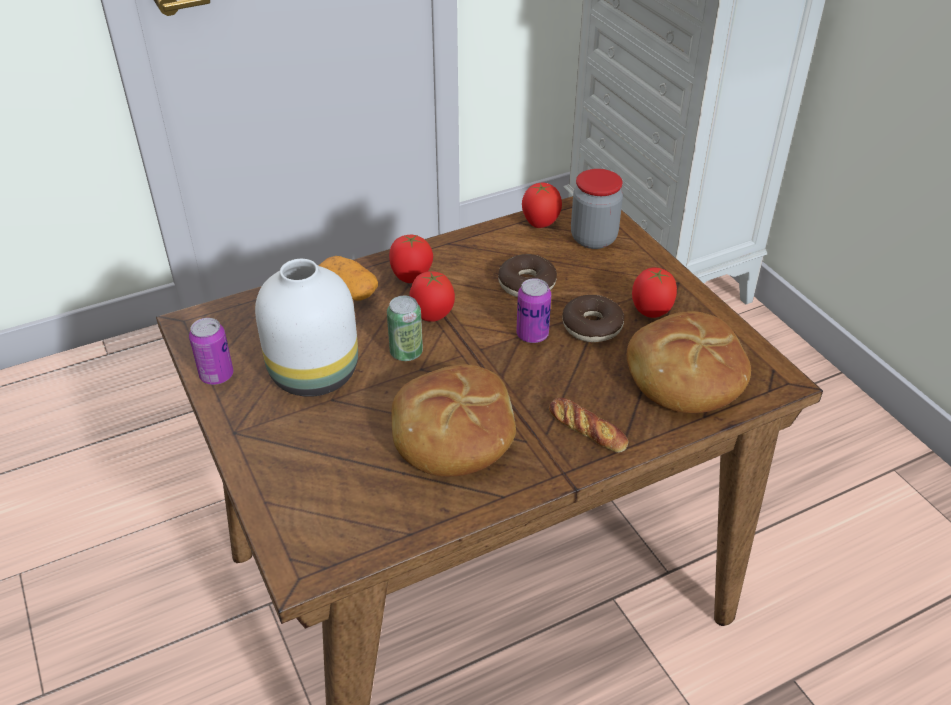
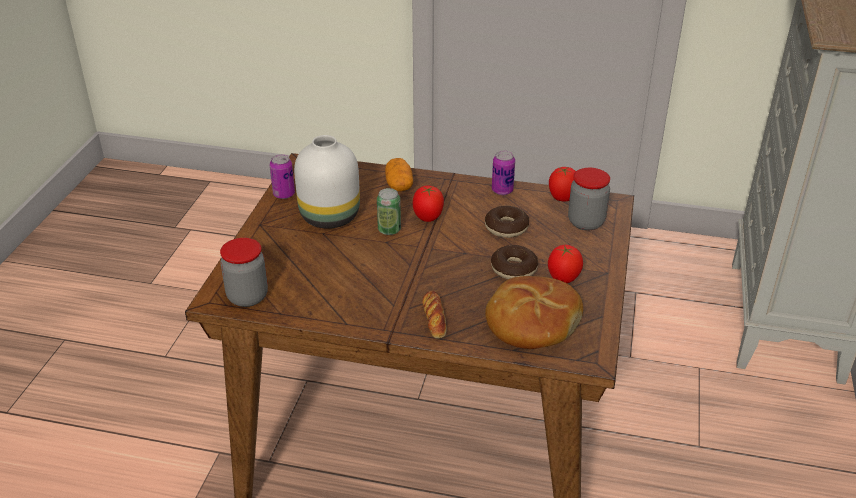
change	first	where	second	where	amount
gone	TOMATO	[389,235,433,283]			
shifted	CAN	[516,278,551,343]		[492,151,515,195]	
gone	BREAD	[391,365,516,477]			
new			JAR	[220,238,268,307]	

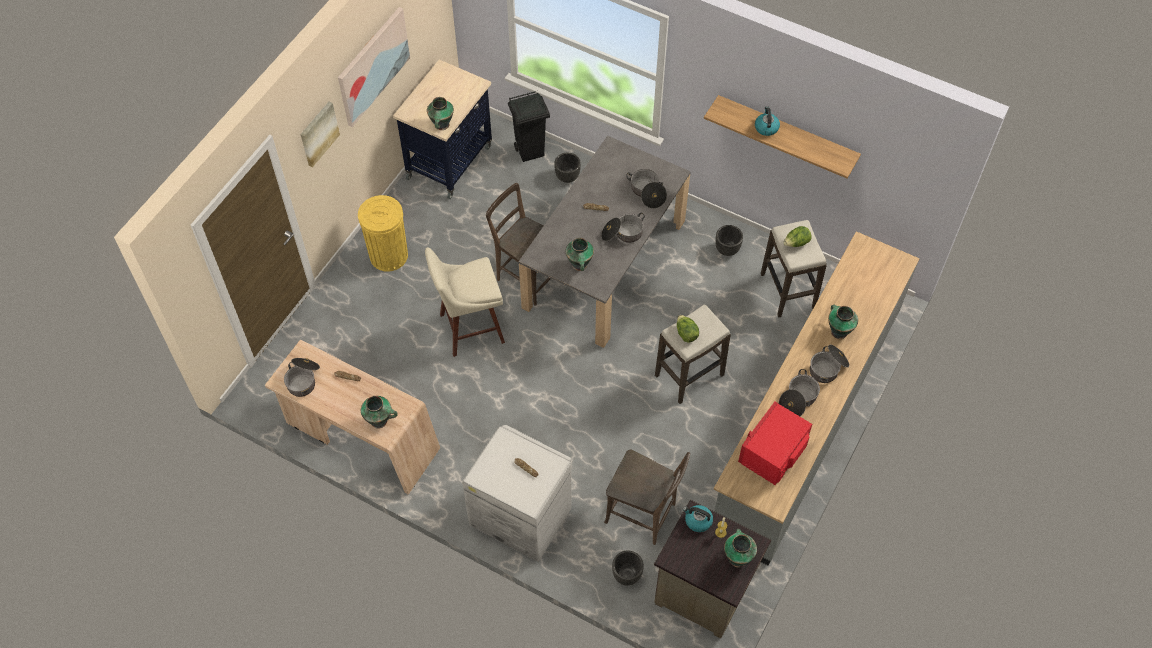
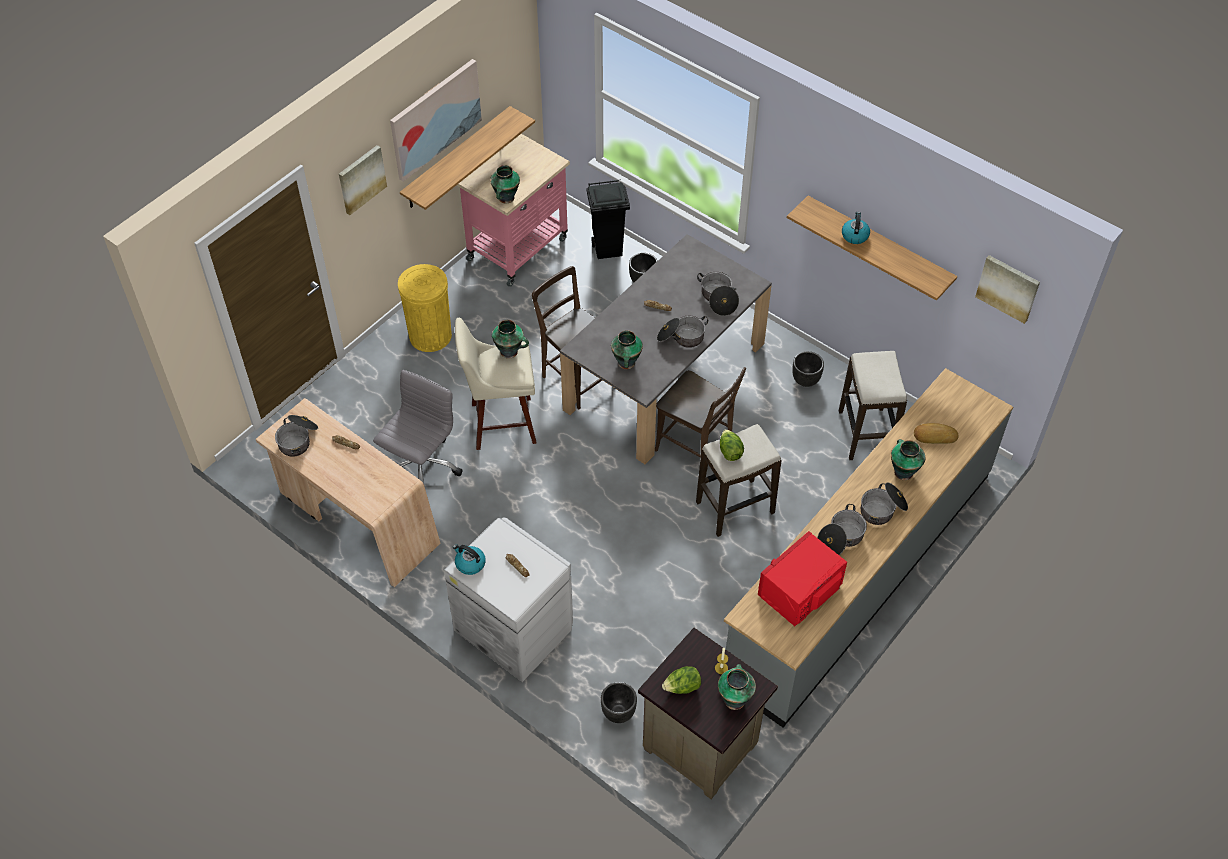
change	first	where	second	where	amount
repainted	BLUE CART	[393,60,492,199]	PINK CART	[457,134,570,287]	
shifted	LETTUCE	[783,226,812,247]		[662,666,701,694]	
shifted	VASE	[361,396,398,429]		[492,320,529,359]	
shifted	BROWN CHAIR	[604,450,690,545]		[655,367,746,457]	
shifted	KETTLE	[683,505,713,532]		[453,544,486,575]	
new			SHELF	[400,106,535,210]	
new			PICTURE	[975,255,1040,324]	
new			GREY OFFICE CHAIR	[373,370,463,484]	
new			BREAD	[914,423,959,444]	

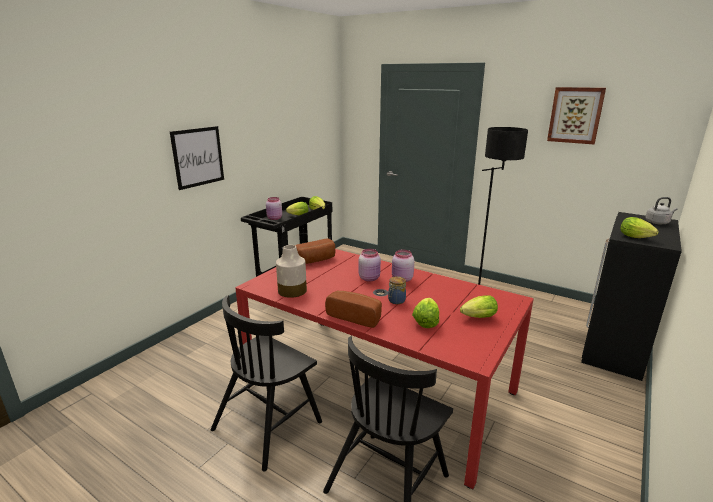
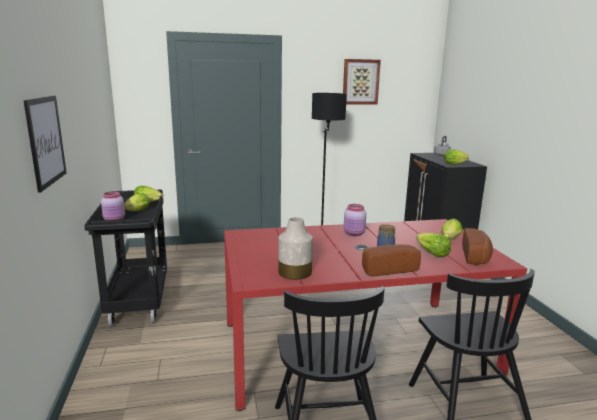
change	first	where	second	where	amount
shifted	BREAD	[295,238,335,264]		[462,228,493,265]	
gone	PINK JAR	[359,249,381,282]			

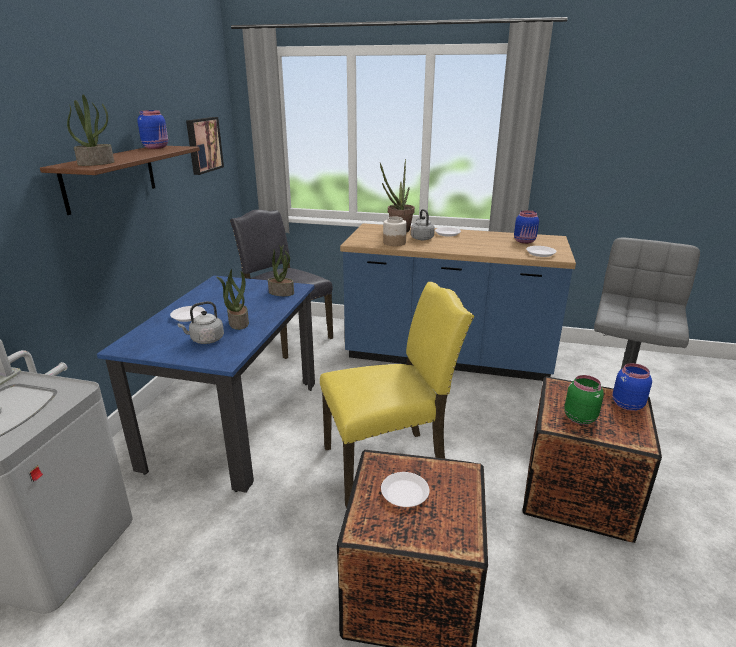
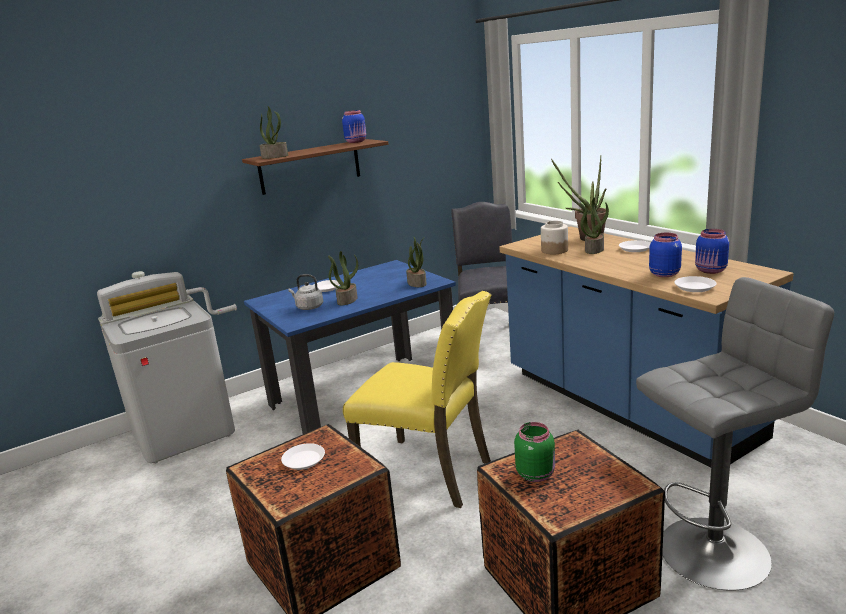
change	first	where	second	where	amount
gone	PICTURE	[186,117,224,175]			
swapped	GREY KETTLE	[411,209,435,240]	POTTED PLANT	[579,198,609,254]	
shifted	BLUE JAR	[612,363,652,411]		[649,233,682,277]	

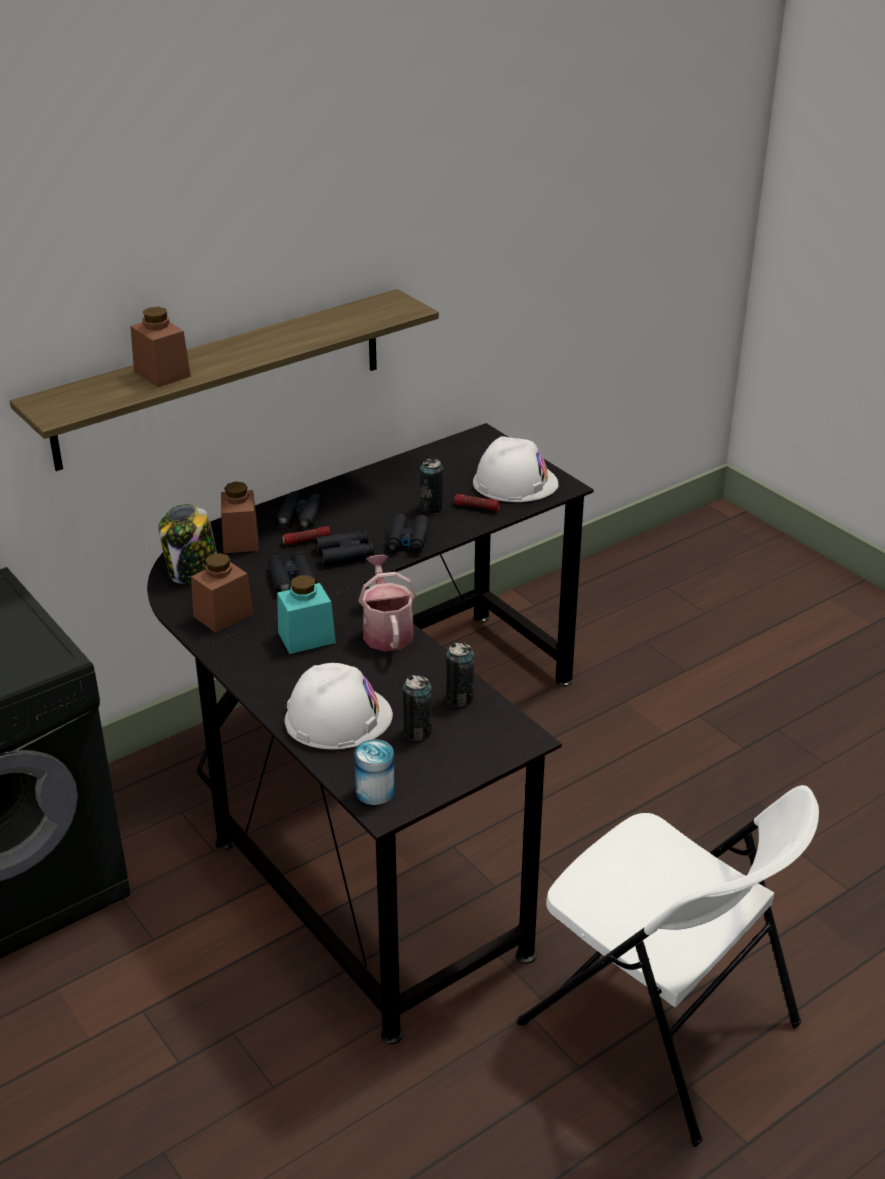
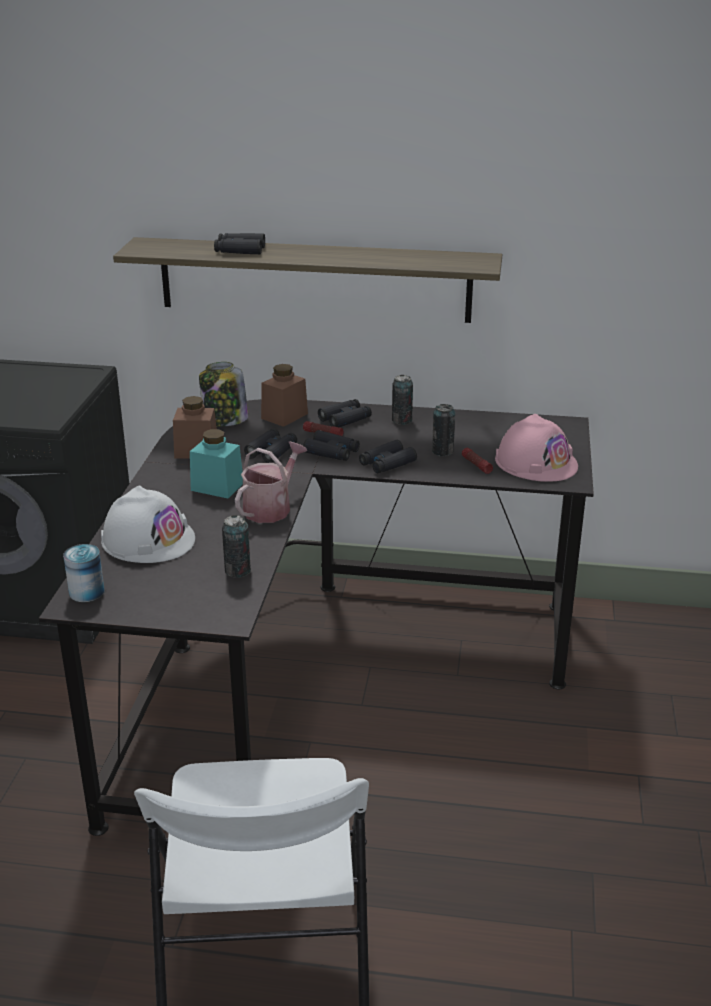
change	first	where	second	where	amount
swapped	BROWN JAR	[130,307,191,387]	BLACK BINOCULARS	[214,233,265,254]	
repainted	WHITE HARD HAT	[473,436,558,502]	PINK HARD HAT	[495,414,578,482]	
shifted	CAN	[403,675,432,741]		[392,375,413,425]	

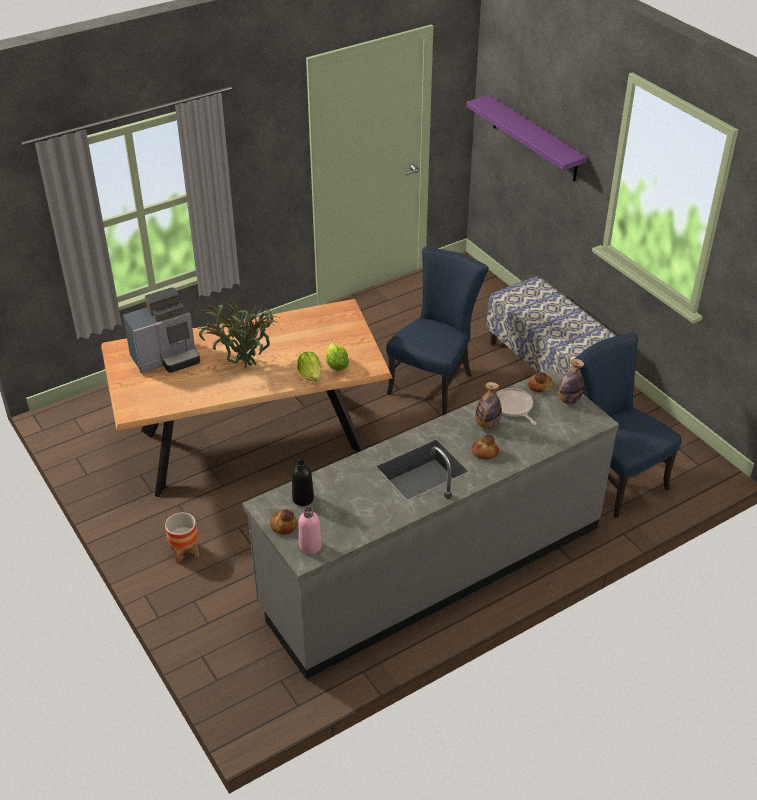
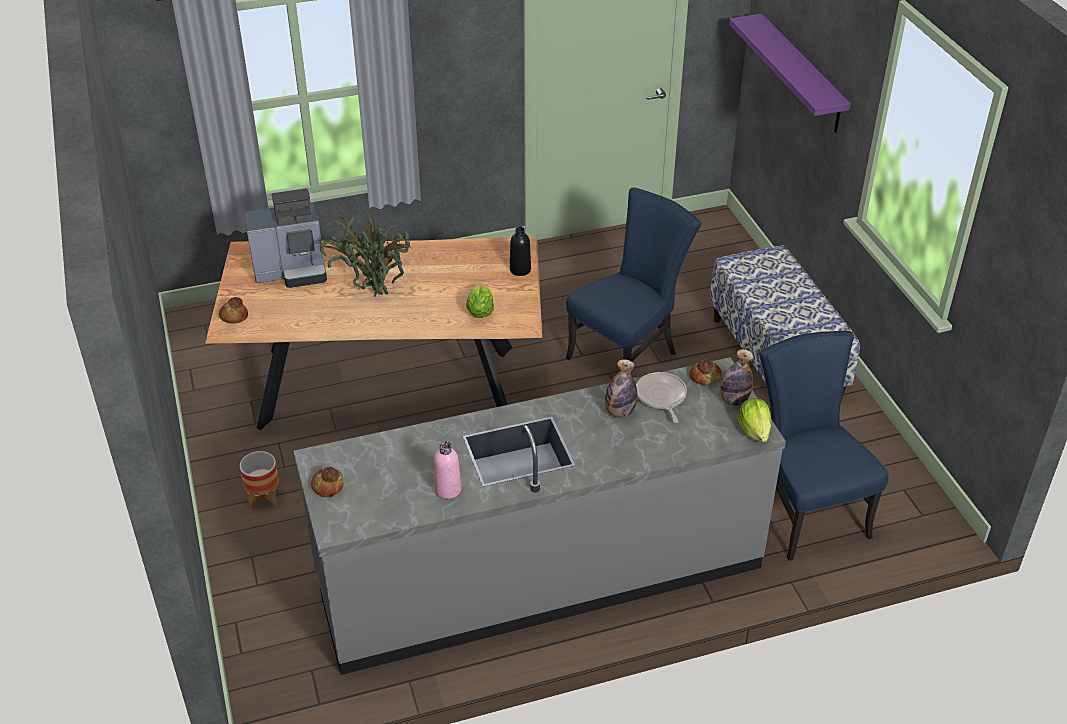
change	first	where	second	where	amount
shifted	LETTUCE	[297,352,321,381]		[738,398,771,442]	
shifted	BREAD	[472,434,499,460]		[219,297,248,324]	
shifted	BLACK BOTTLE	[292,460,314,506]		[510,227,531,276]	
shifted	PINK BOTTLE	[299,506,322,554]		[434,441,461,499]	

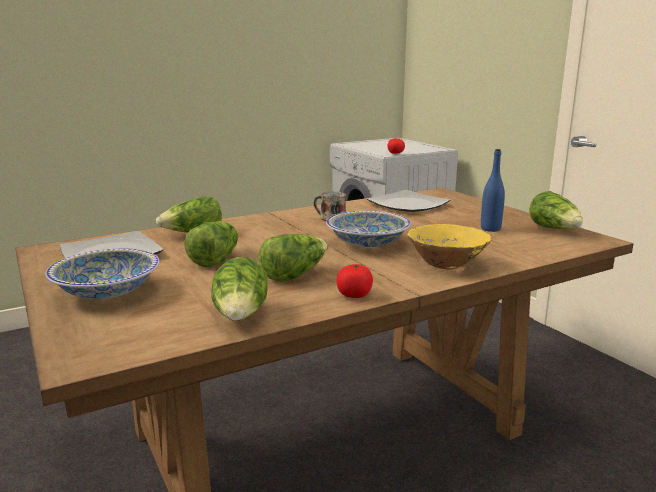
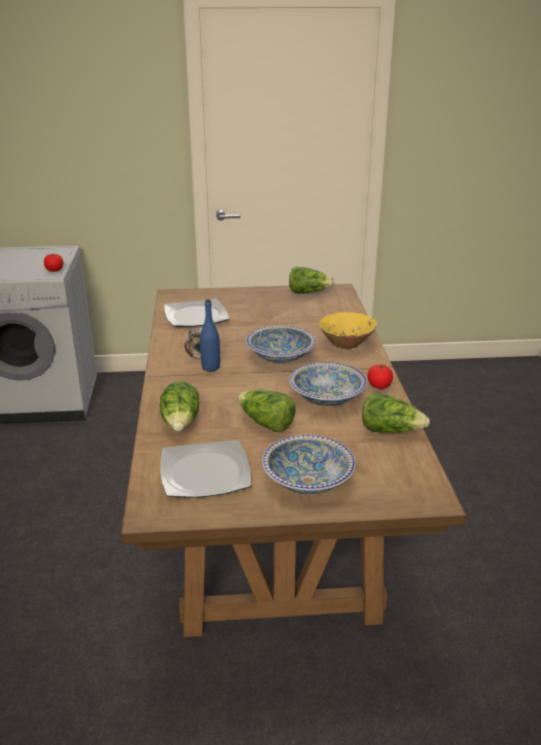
change	first	where	second	where	amount
shifted	BLUE BOTTLE	[481,149,505,232]		[200,299,220,371]	
swapped	LETTUCE	[259,234,328,282]	BOWL	[289,362,367,406]	

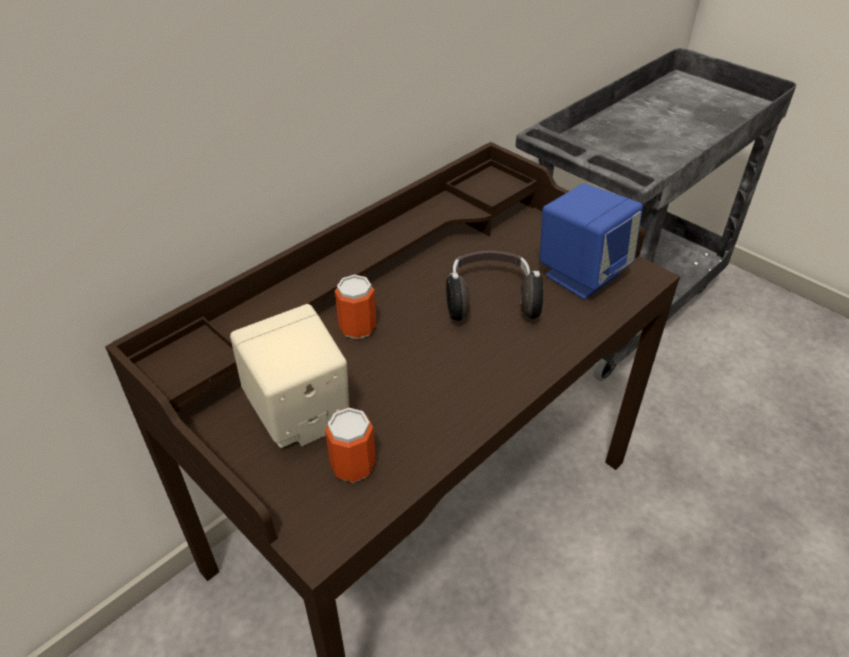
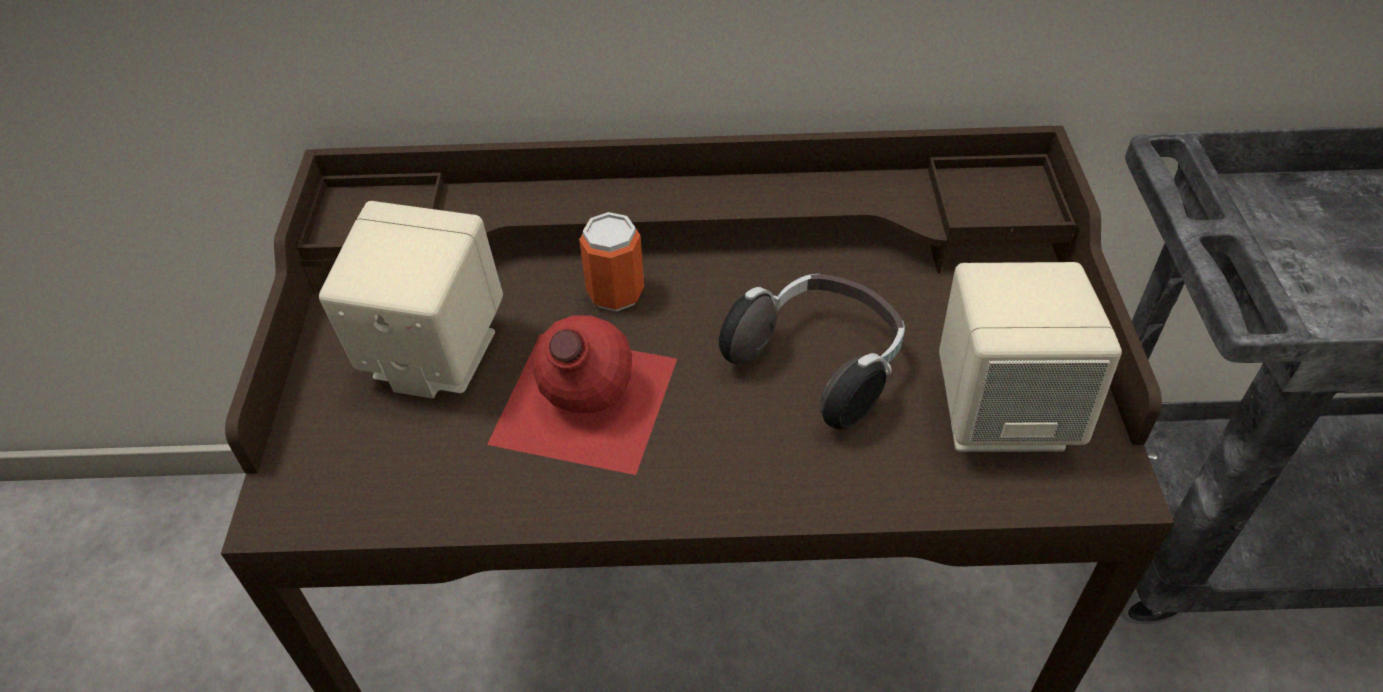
change	first	where	second	where	amount
repainted	BLUE SPEAKER	[540,184,643,299]	BEIGE SPEAKER	[939,262,1122,452]	
gone	CAN	[325,407,376,483]			
new			RED BOTTLE	[487,315,677,475]	

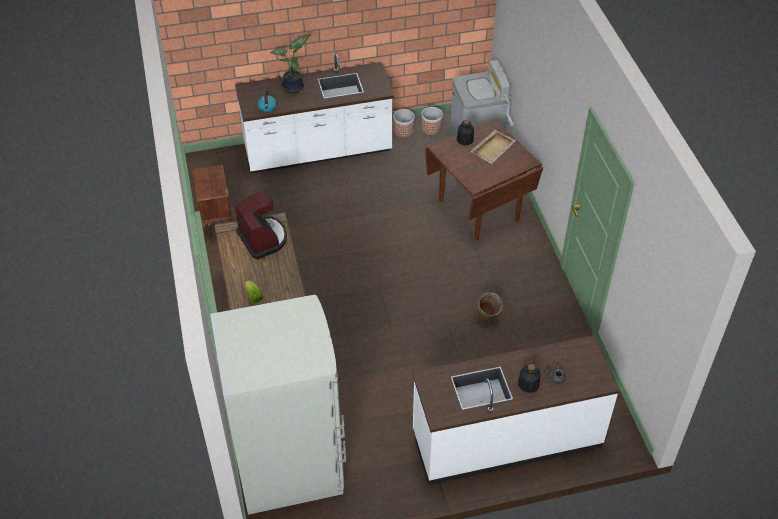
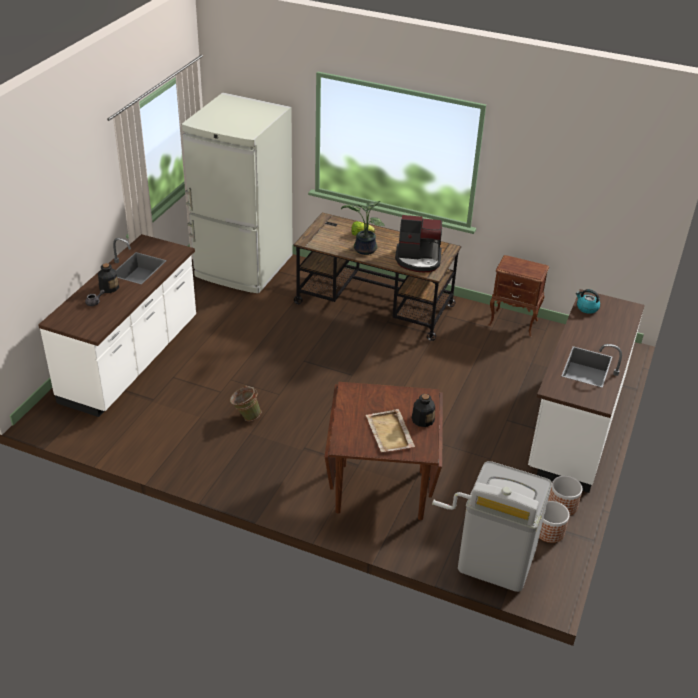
change	first	where	second	where	amount
shifted	POTTED PLANT	[270,35,311,94]		[341,201,385,255]	

